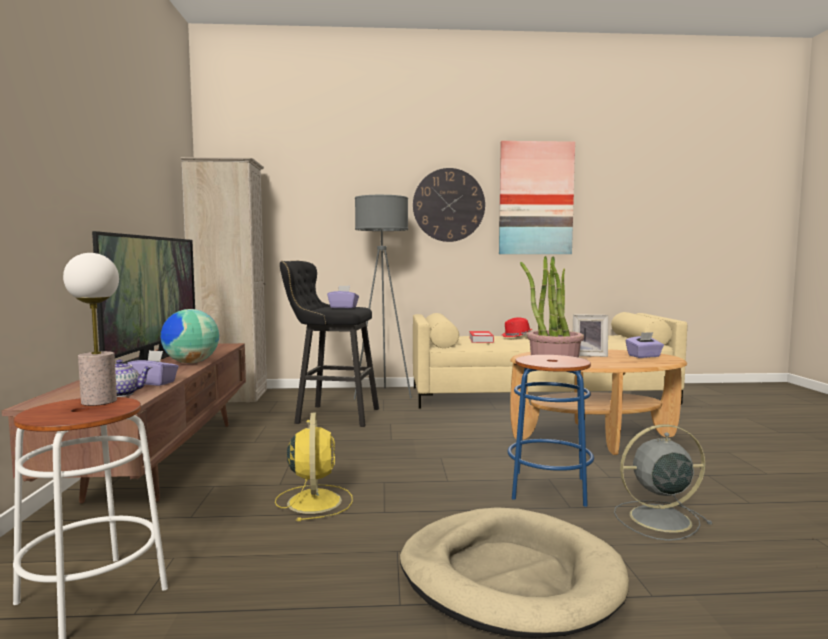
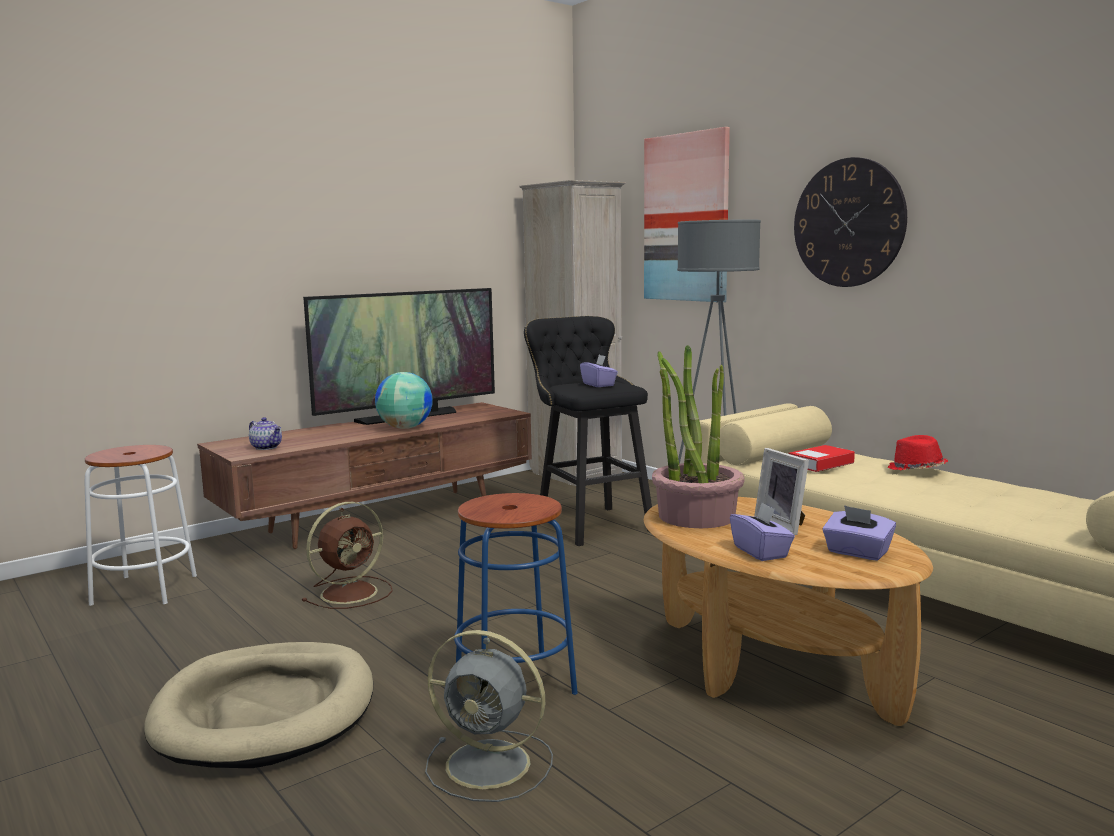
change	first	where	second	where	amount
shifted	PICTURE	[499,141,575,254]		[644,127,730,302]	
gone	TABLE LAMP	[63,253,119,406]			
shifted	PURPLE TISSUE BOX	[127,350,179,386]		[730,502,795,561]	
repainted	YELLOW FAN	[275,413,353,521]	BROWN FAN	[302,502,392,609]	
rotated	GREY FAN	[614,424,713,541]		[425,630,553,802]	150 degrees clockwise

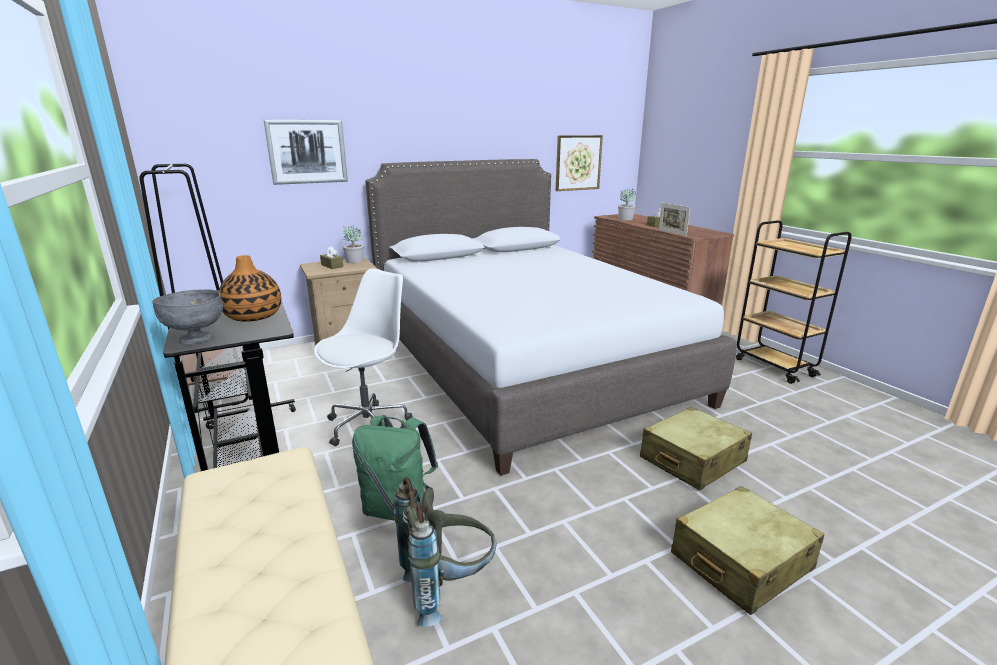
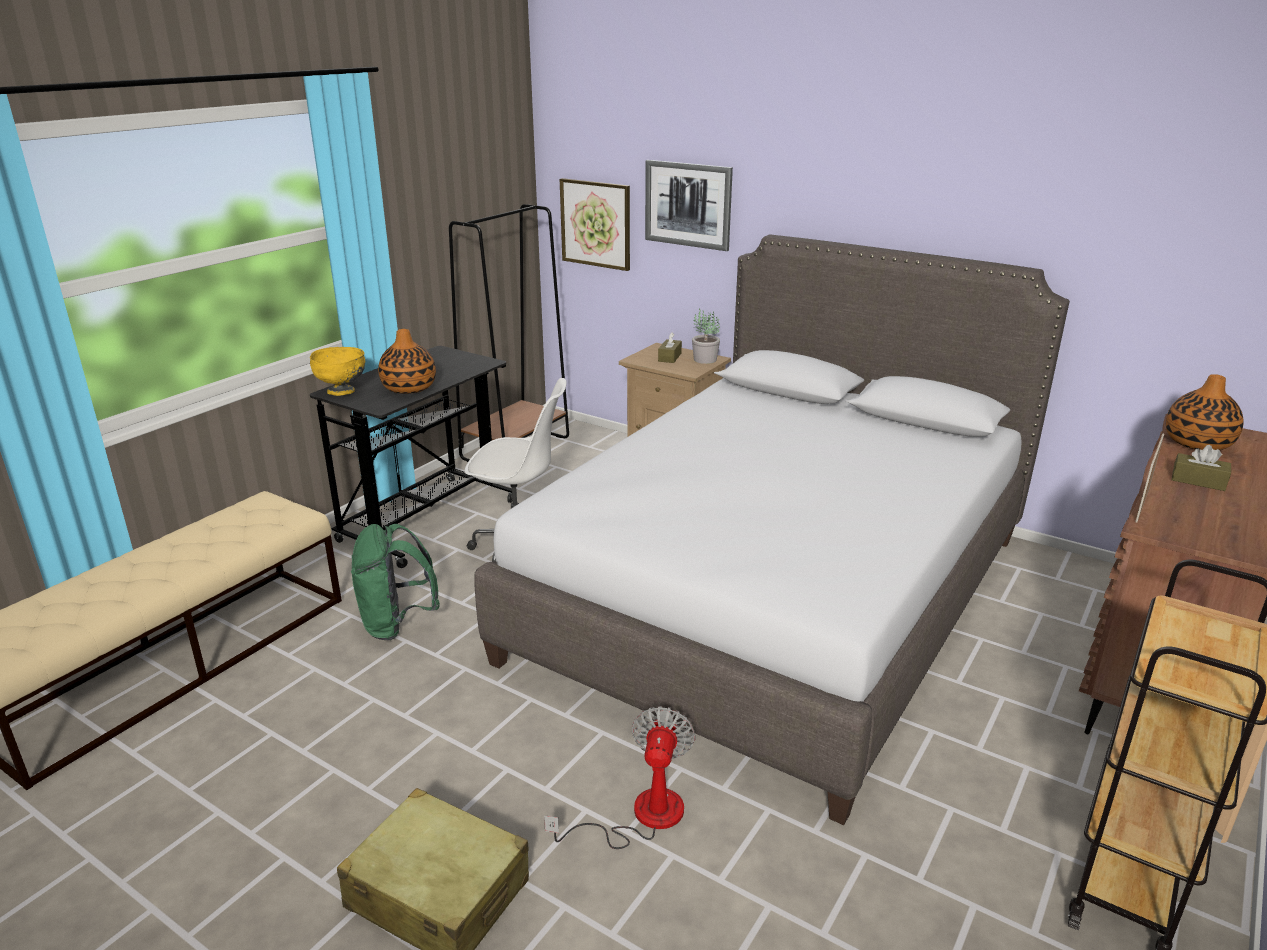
change	first	where	second	where	amount
shifted	PICTURE	[556,135,603,191]		[560,178,630,271]	
swapped	POTTED PLANT	[618,188,636,220]	VASE	[1166,374,1244,450]	
repainted	GREY BOWL	[152,289,223,345]	YELLOW BOWL	[310,347,365,396]	
swapped	BEIGE SUITCASE	[640,407,752,490]	FAN	[544,706,696,849]	
gone	GREY BACKPACK	[393,477,497,627]			

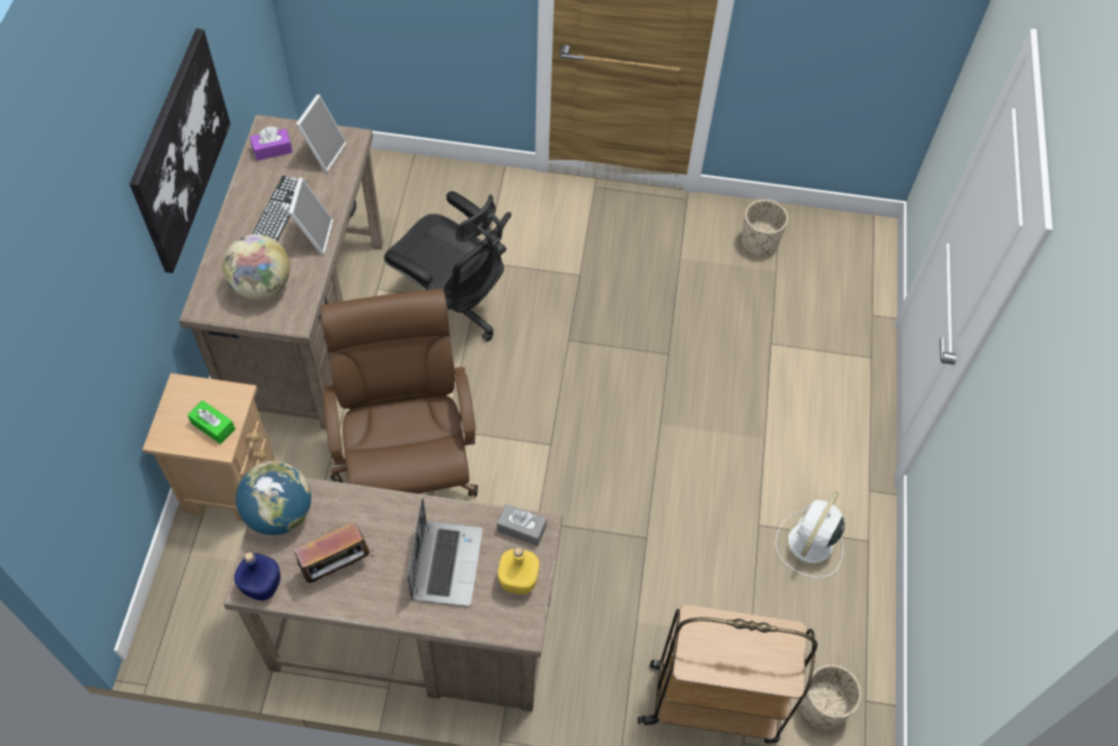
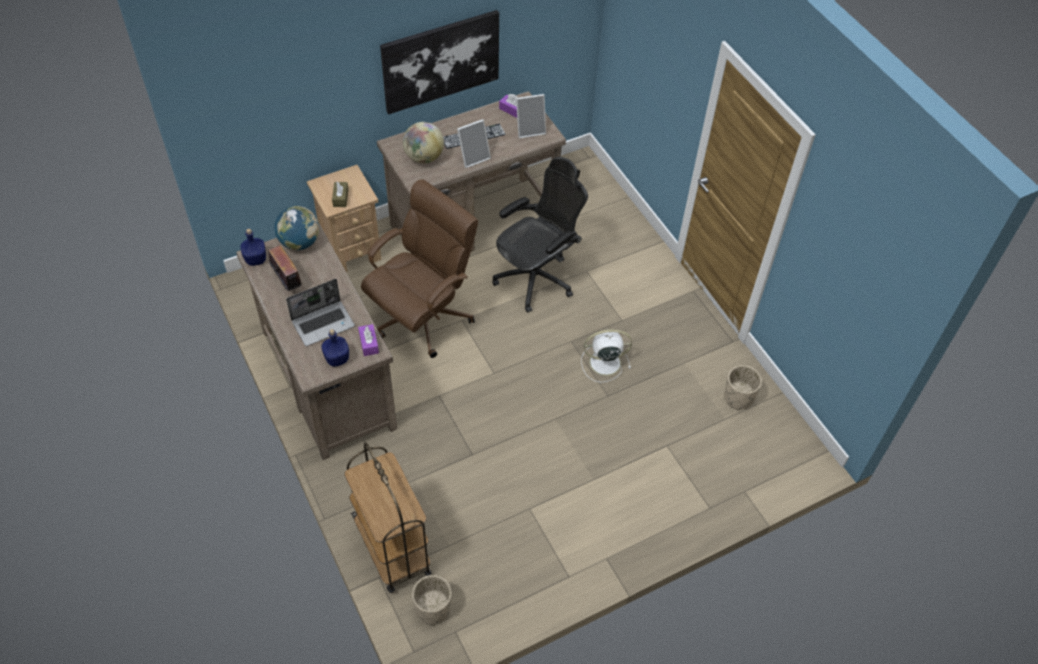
change	first	where	second	where	amount
rotated	OFFICE CHAIR	[384,191,511,342]		[492,157,588,313]	135 degrees counterclockwise
repainted	GREEN TISSUE BOX	[188,400,235,444]	BROWN TISSUE BOX	[332,182,349,207]	
shifted	WHITE FAN	[775,491,845,578]		[581,329,632,383]	
repainted	GREY TISSUE BOX	[497,504,547,546]	PURPLE TISSUE BOX	[358,324,379,356]	
rotated	RADIO	[294,521,374,583]		[268,246,303,291]	150 degrees counterclockwise
repainted	YELLOW BOTTLE	[498,547,539,594]	BLUE BOTTLE	[321,329,349,367]	

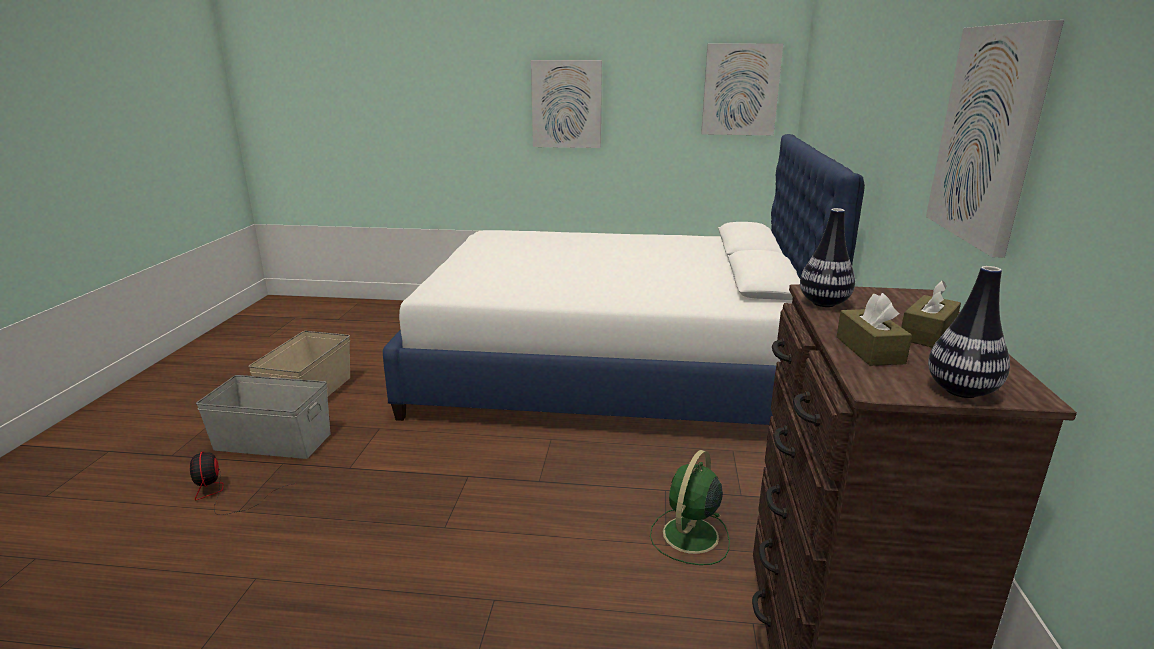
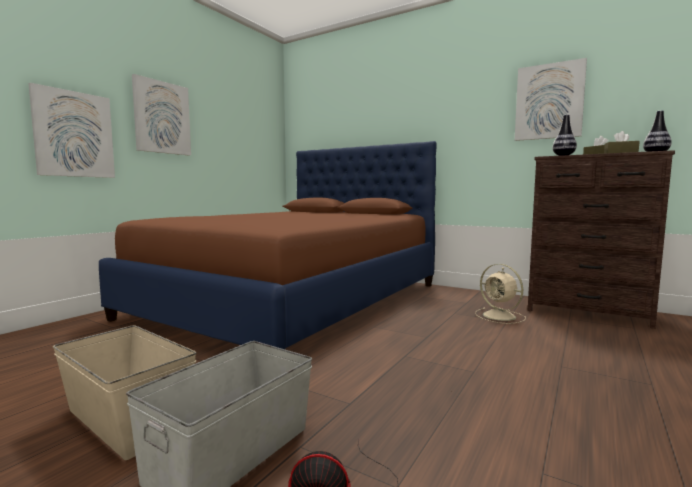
change	first	where	second	where	amount
shifted	PICTURE	[701,43,783,135]		[28,83,115,178]	
repainted	WHITE BED	[383,134,865,425]	BROWN BED	[99,141,437,349]	
repainted	GREEN FAN	[650,450,730,565]	BEIGE FAN	[475,264,526,324]	

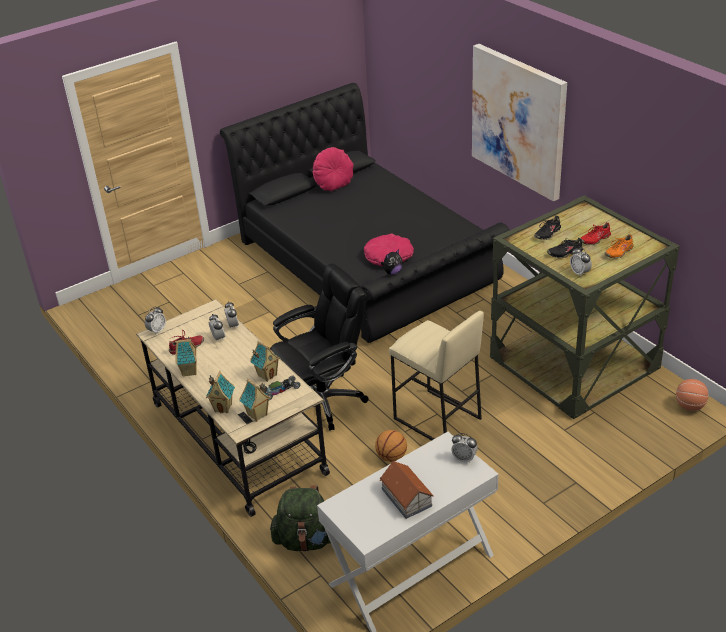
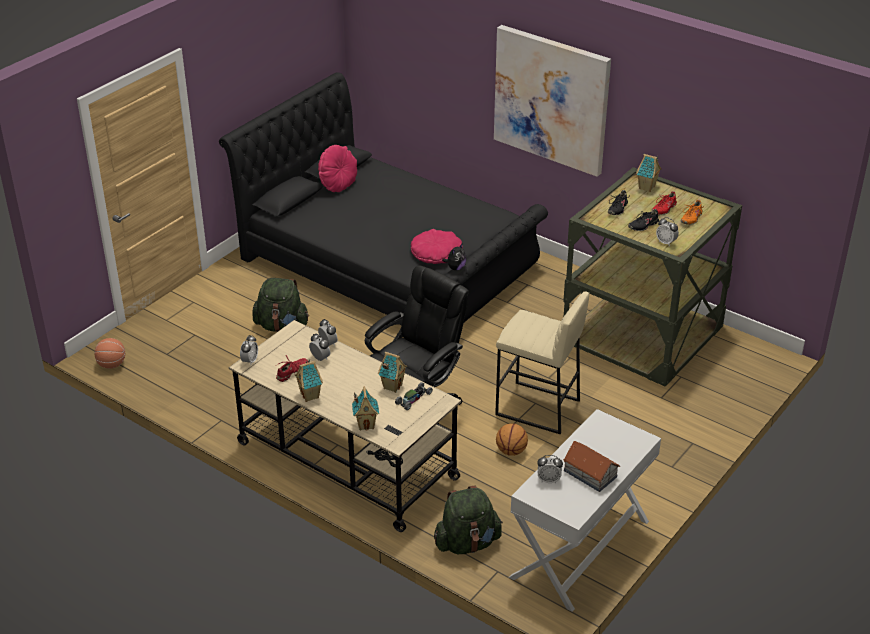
change	first	where	second	where	amount
shifted	TOY HOUSE	[239,379,271,422]		[636,154,661,192]	
shifted	BASKETBALL	[676,379,709,411]		[94,338,125,369]	
shifted	ALARM CLOCK	[451,433,478,463]		[537,455,563,483]	
new			GREEN BACKPACK	[252,278,309,332]	

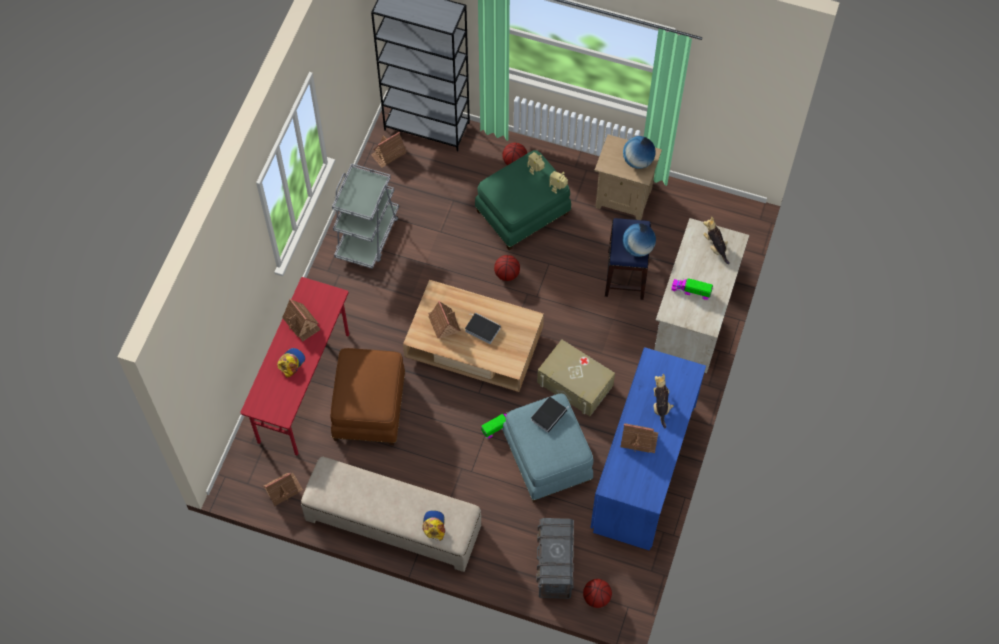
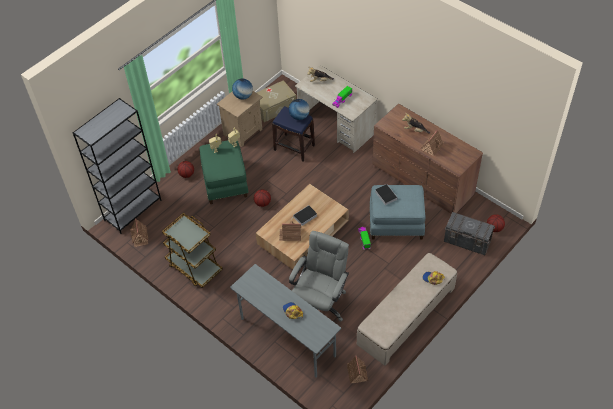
change	first	where	second	where	amount
repainted	GREY CART	[332,163,399,269]	BROWN CART	[162,213,223,288]	
repainted	RED DESK	[240,277,349,456]	GREY DESK	[230,264,341,378]	
gone	TOY HOUSE	[282,299,321,341]			
shifted	BEIGE STORAGE BOX	[537,339,615,416]		[257,80,296,122]	
repainted	BLUE DRESSER	[590,347,706,551]	BROWN DRESSER	[372,103,483,214]	
swapped	BROWN OTTOMAN	[331,348,405,446]	GREY OFFICE CHAIR	[289,231,349,322]	

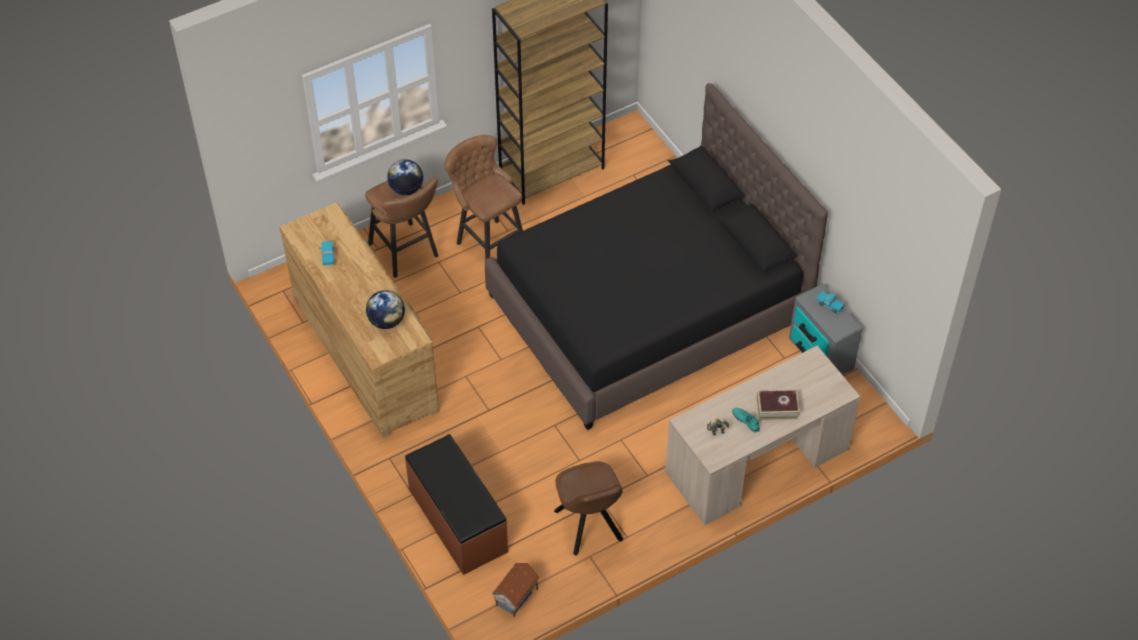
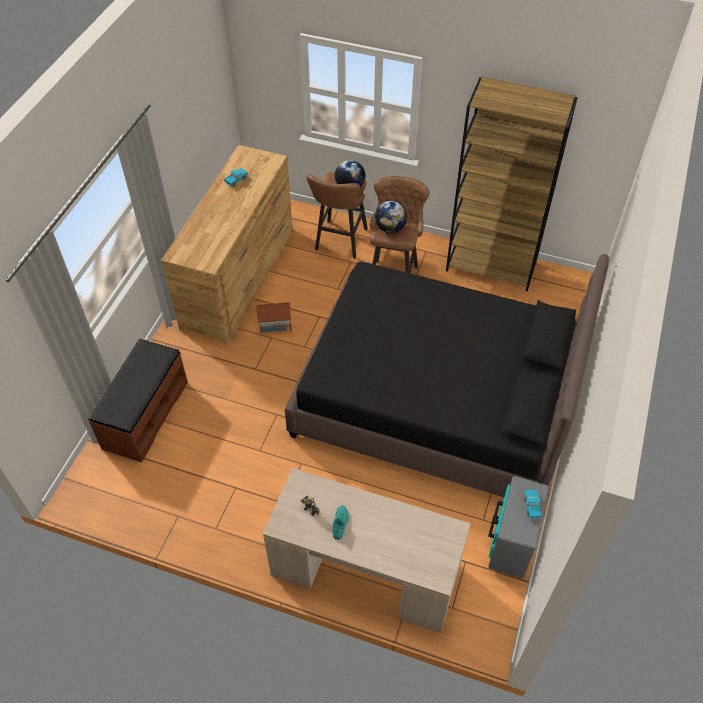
change	first	where	second	where	amount
shifted	GLOBE	[366,290,405,329]		[375,200,407,233]	
gone	BOOK	[757,390,799,420]			
gone	BROWN CHAIR	[554,462,623,556]			
shifted	TOY HOUSE	[492,563,540,617]		[256,302,292,333]	

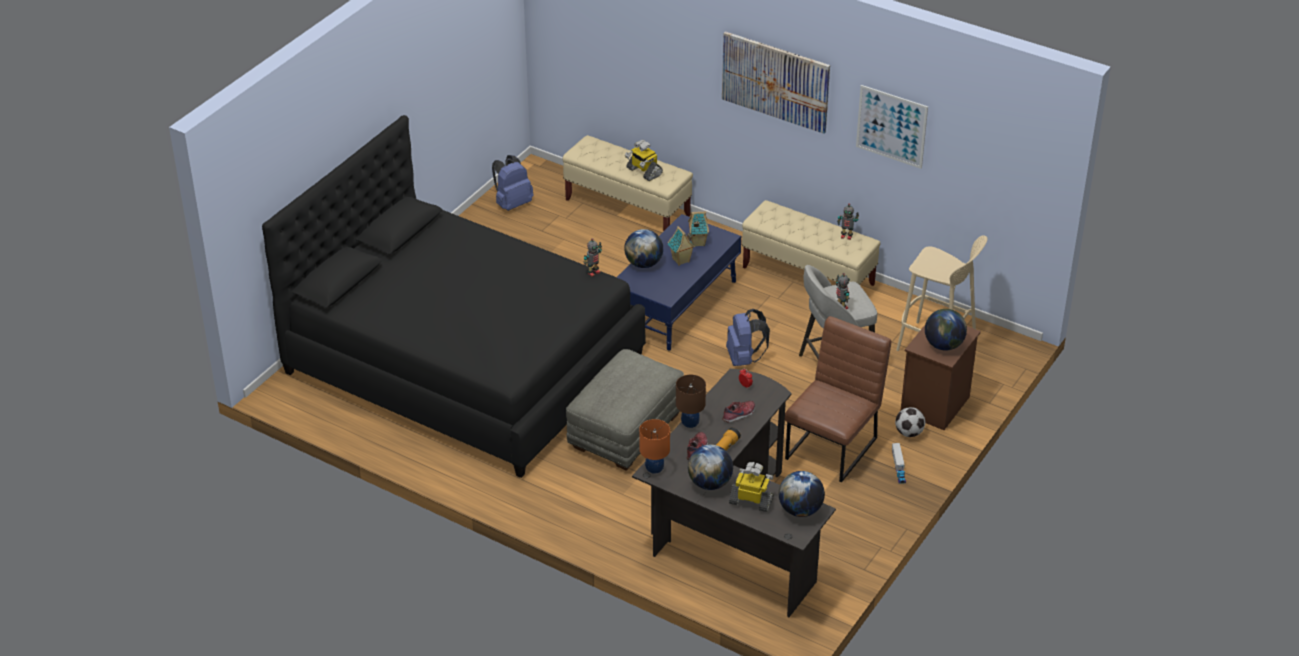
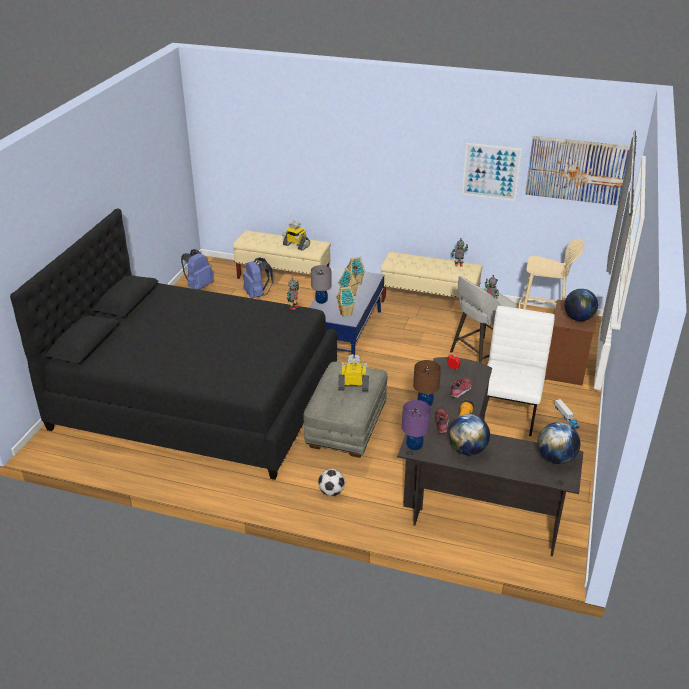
change	first	where	second	where	amount
shifted	PICTURE	[722,31,830,134]		[525,136,630,206]	
swapped	GLOBE	[624,229,663,268]	GREY TABLE LAMP	[311,265,332,304]	
shifted	BLUE BACKPACK	[726,309,770,366]		[243,257,273,298]	
repainted	BROWN CHAIR	[785,316,891,482]	WHITE CHAIR	[485,306,555,436]	
shifted	FOOTBALL	[895,407,926,437]		[318,469,345,496]	
repainted	ORANGE TABLE LAMP	[639,419,670,474]	PURPLE TABLE LAMP	[402,400,431,450]	
shifted	TOY ROBOT	[729,462,774,512]		[338,354,369,391]	
new			TOY HOUSE	[336,286,356,317]	

